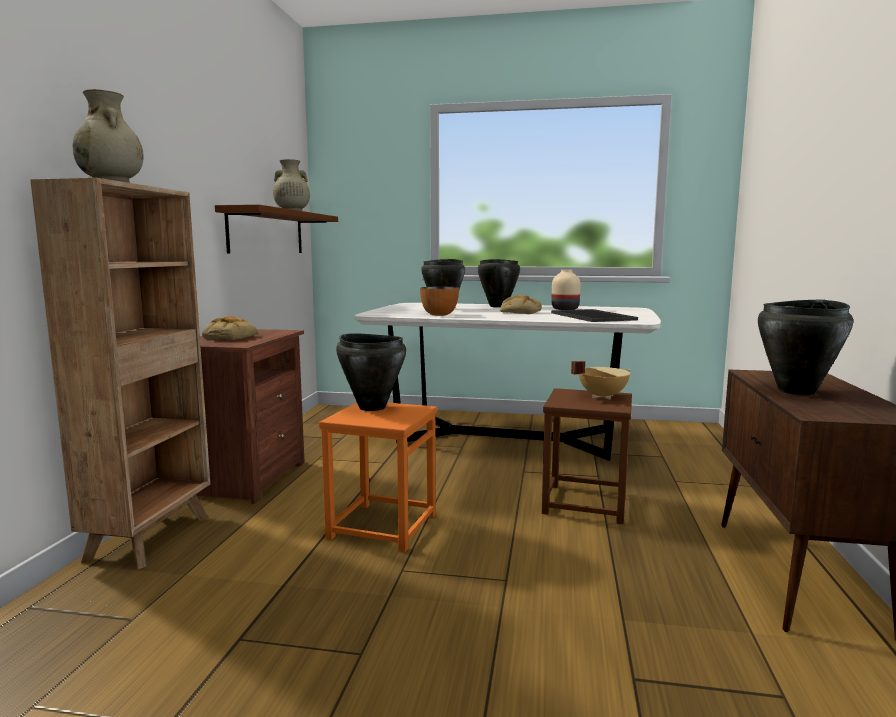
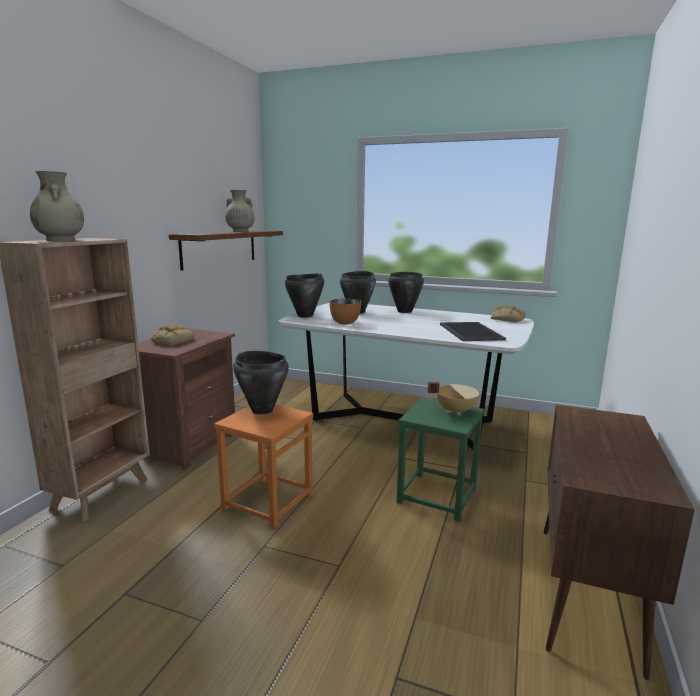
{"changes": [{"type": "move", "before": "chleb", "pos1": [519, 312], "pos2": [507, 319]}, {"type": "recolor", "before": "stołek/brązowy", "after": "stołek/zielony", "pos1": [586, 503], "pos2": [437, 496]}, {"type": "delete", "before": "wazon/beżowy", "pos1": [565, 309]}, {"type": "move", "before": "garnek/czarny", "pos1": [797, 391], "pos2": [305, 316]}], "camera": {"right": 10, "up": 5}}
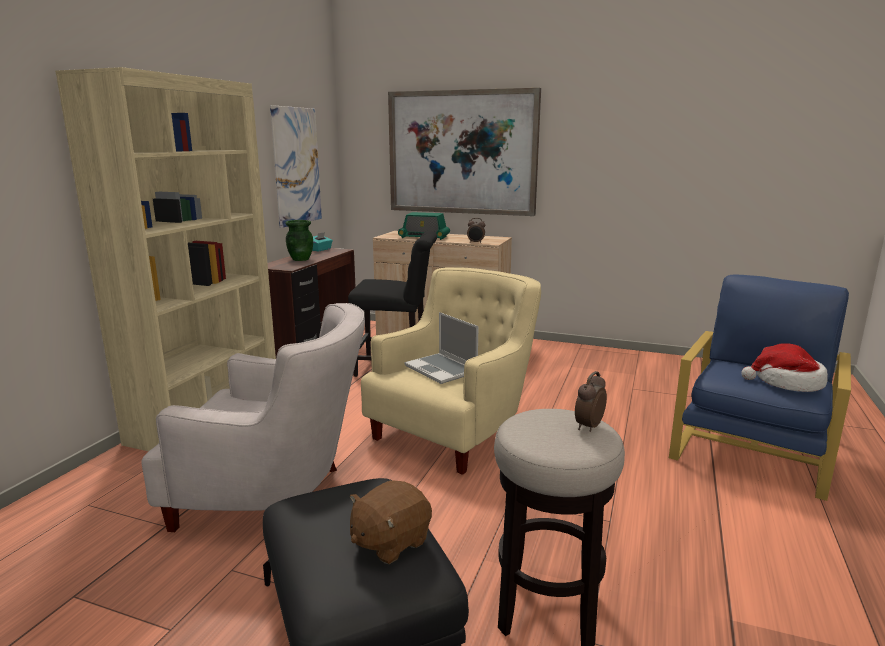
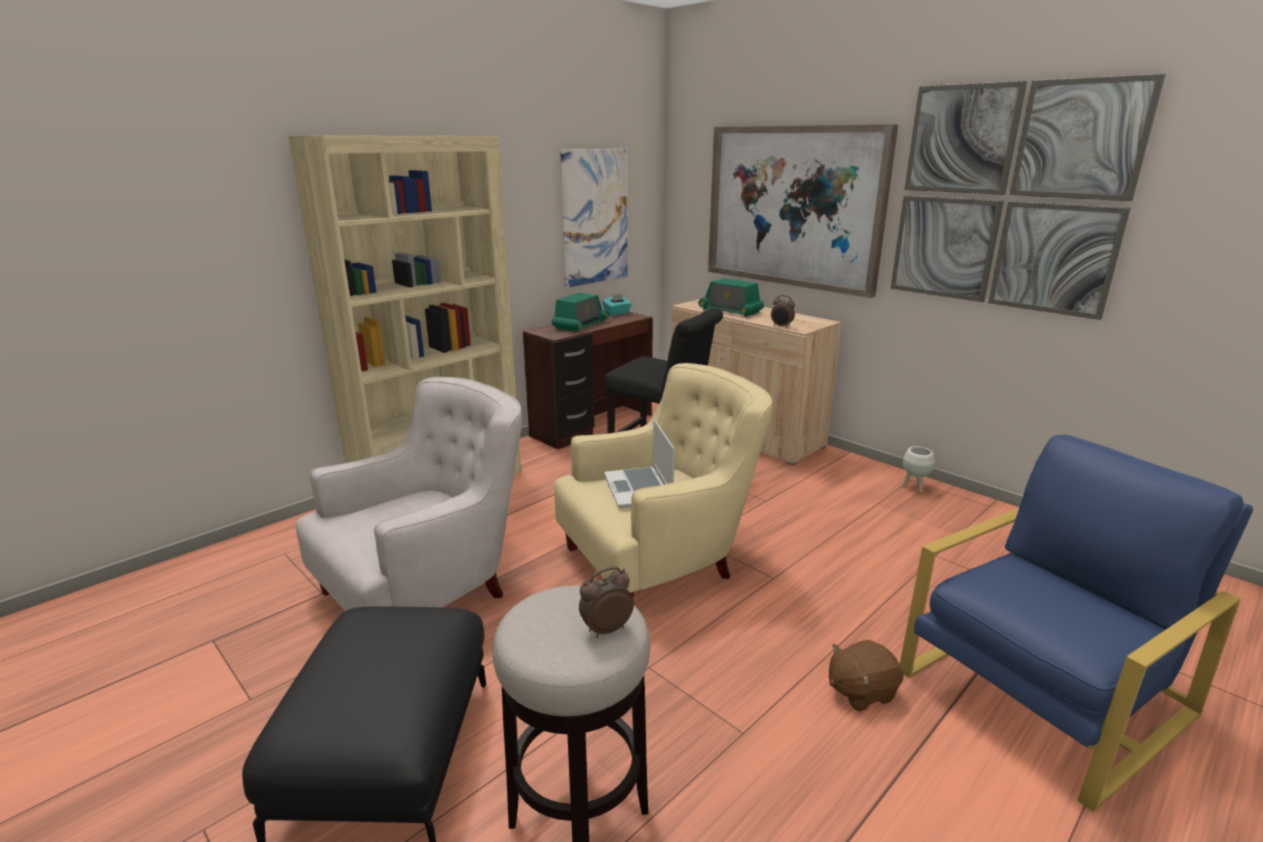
{"changes": [{"type": "rotate", "before": "fotel/biały", "pos1": [274, 496], "pos2": [428, 589], "turn": -75}, {"type": "replace", "before": "wazon/zielony", "after": "radio", "pos1": [300, 259], "pos2": [580, 325]}, {"type": "move", "before": "pluszak/brązowy", "pos1": [390, 542], "pos2": [860, 691]}, {"type": "delete", "before": "kapelusz", "pos1": [786, 382]}, {"type": "insert", "after": "obraz", "pos2": [1007, 197]}, {"type": "insert", "after": "donica/biały", "pos2": [914, 487]}], "camera": {"right": 25, "up": 5}}
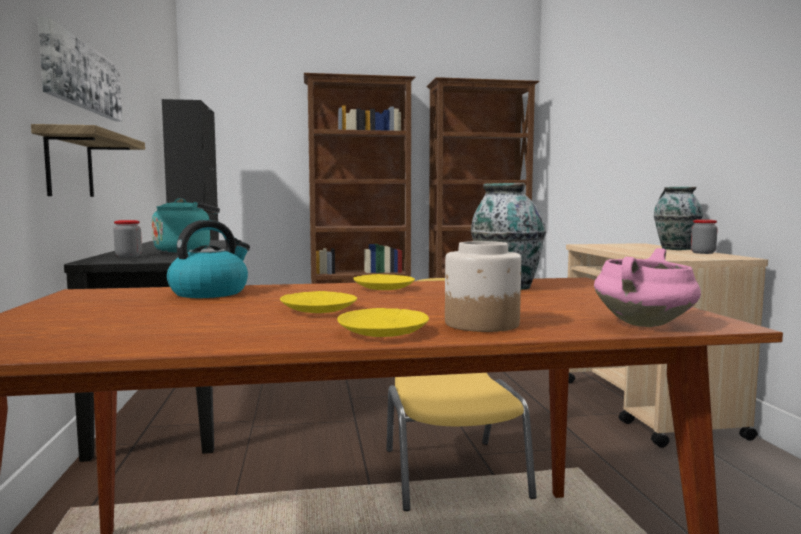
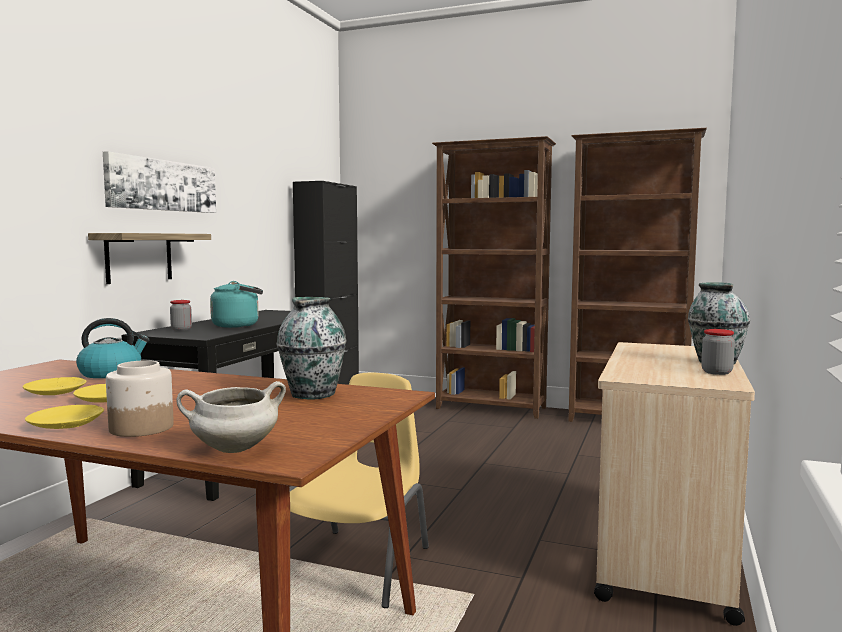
{"changes": [{"type": "move", "before": "talerz/żółty", "pos1": [383, 288], "pos2": [56, 392]}, {"type": "recolor", "before": "garnek/różowy", "after": "garnek/biały", "pos1": [644, 324], "pos2": [233, 449]}], "camera": {"right": 30, "up": 0}}
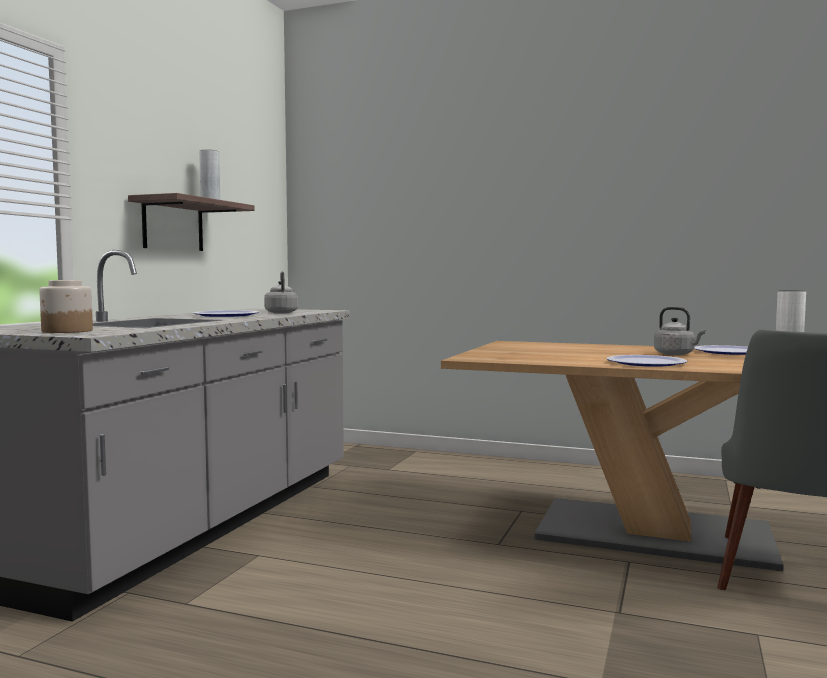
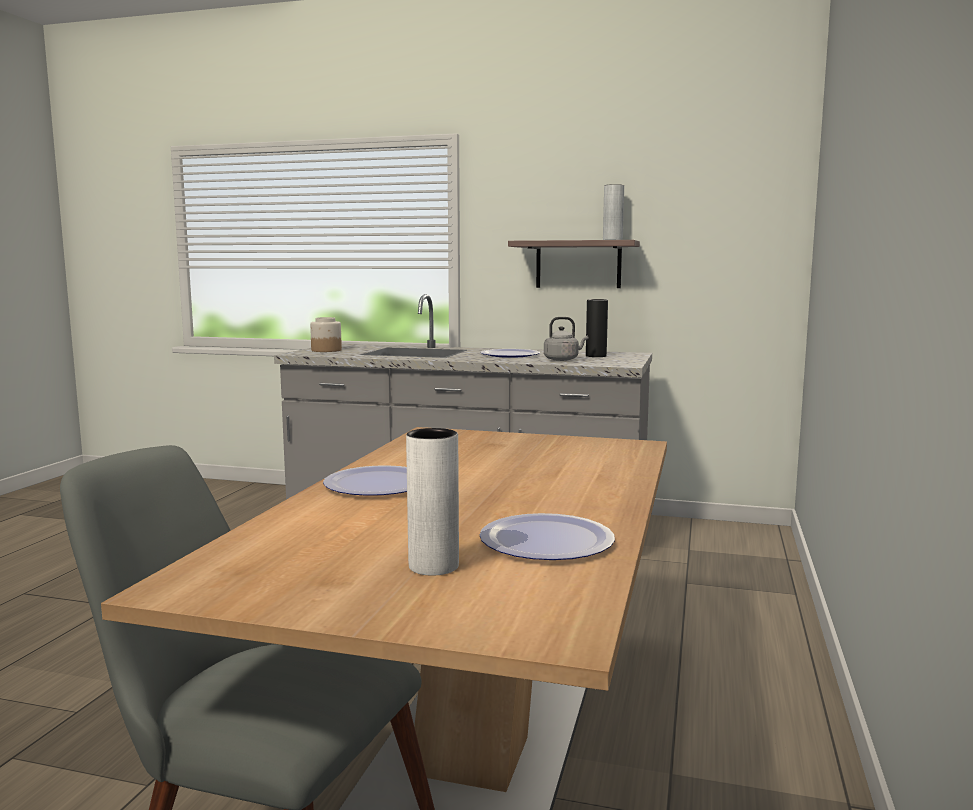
{"changes": [{"type": "delete", "before": "czajnik/szary", "pos1": [676, 354]}, {"type": "insert", "after": "wazon/czarny", "pos2": [596, 356]}], "camera": {"right": 85, "up": 5}}
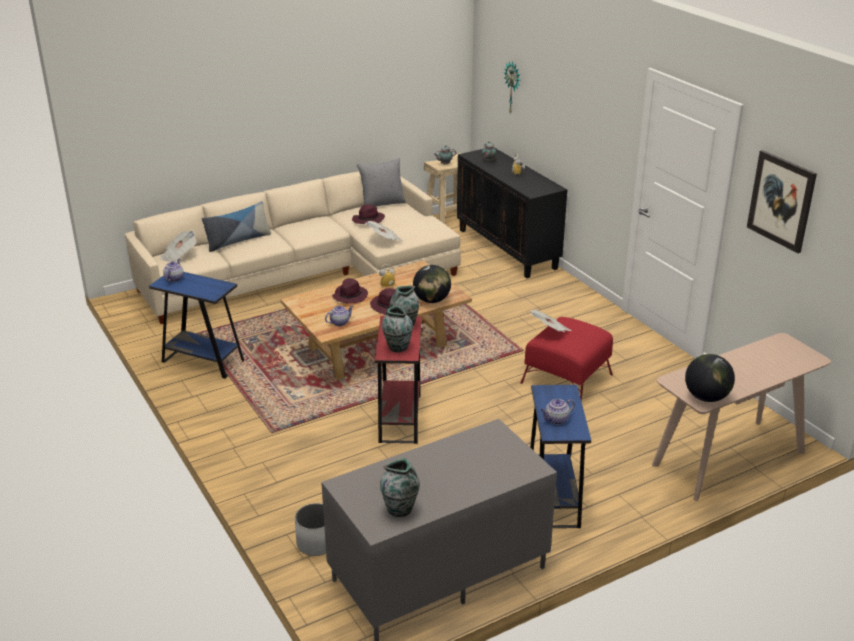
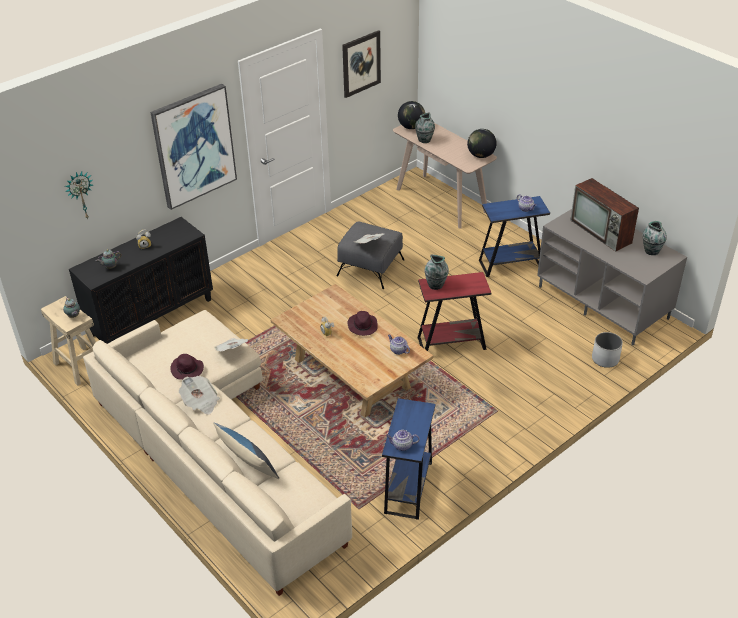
{"changes": [{"type": "move", "before": "gazeta", "pos1": [179, 256], "pos2": [200, 402]}, {"type": "delete", "before": "kapelusz/fioletowy", "pos1": [350, 296]}, {"type": "delete", "before": "poduszka/szary", "pos1": [382, 204]}, {"type": "move", "before": "wazon", "pos1": [397, 347], "pos2": [424, 140]}, {"type": "move", "before": "globus", "pos1": [431, 300], "pos2": [411, 127]}, {"type": "recolor", "before": "pufa/czerwony", "after": "pufa/szary", "pos1": [566, 379], "pos2": [371, 268]}, {"type": "insert", "after": "obraz", "pos2": [194, 146]}, {"type": "insert", "after": "telewizor", "pos2": [602, 232]}], "camera": {"right": -100, "up": 10}}
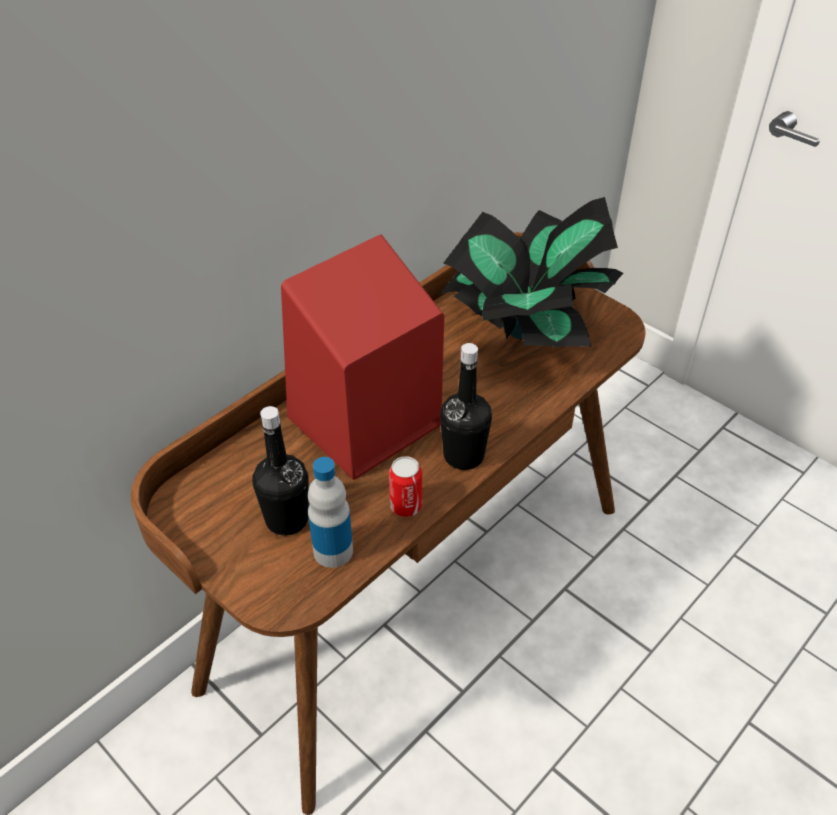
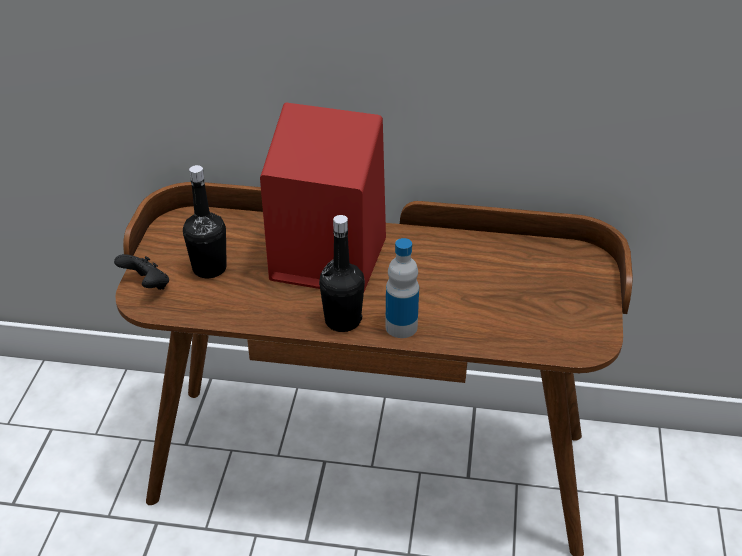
{"changes": [{"type": "move", "before": "butelka", "pos1": [333, 551], "pos2": [401, 327]}, {"type": "delete", "before": "puszka", "pos1": [406, 506]}, {"type": "delete", "before": "roślina doniczkowa", "pos1": [523, 330]}, {"type": "insert", "after": "pad do gier/czarny", "pos2": [147, 285]}], "camera": {"right": 55, "up": -5}}
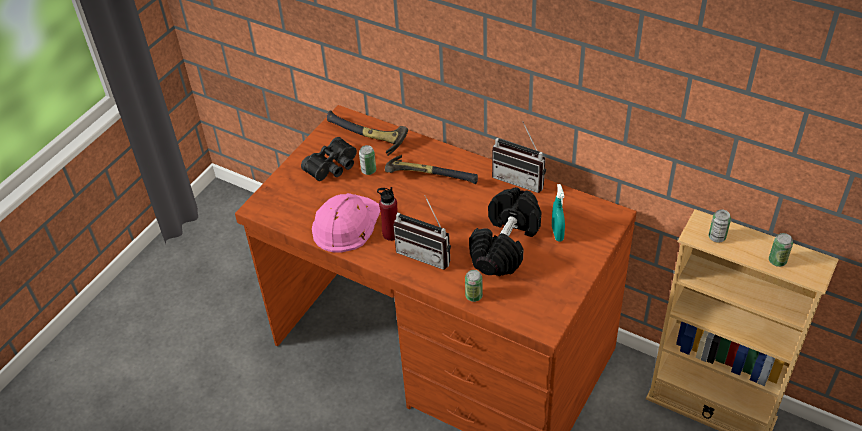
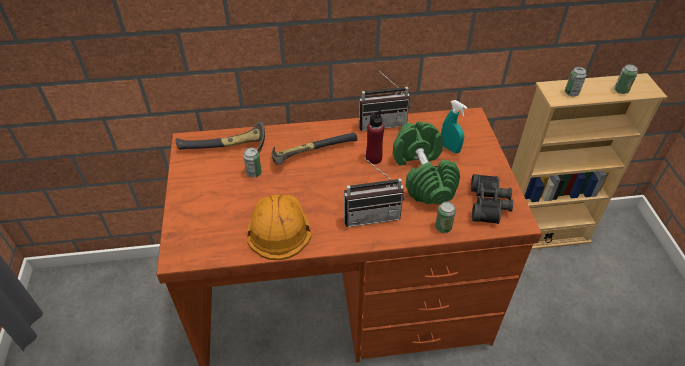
{"changes": [{"type": "move", "before": "lornetka/czarny", "pos1": [333, 167], "pos2": [490, 204]}, {"type": "recolor", "before": "kask/różowy", "after": "kask/pomarańczowy", "pos1": [346, 224], "pos2": [278, 227]}, {"type": "move", "before": "butelka/czerwony", "pos1": [391, 234], "pos2": [373, 158]}, {"type": "recolor", "before": "hantel/czarny", "after": "hantel/zielony", "pos1": [504, 244], "pos2": [422, 175]}], "camera": {"right": -40, "up": 0}}
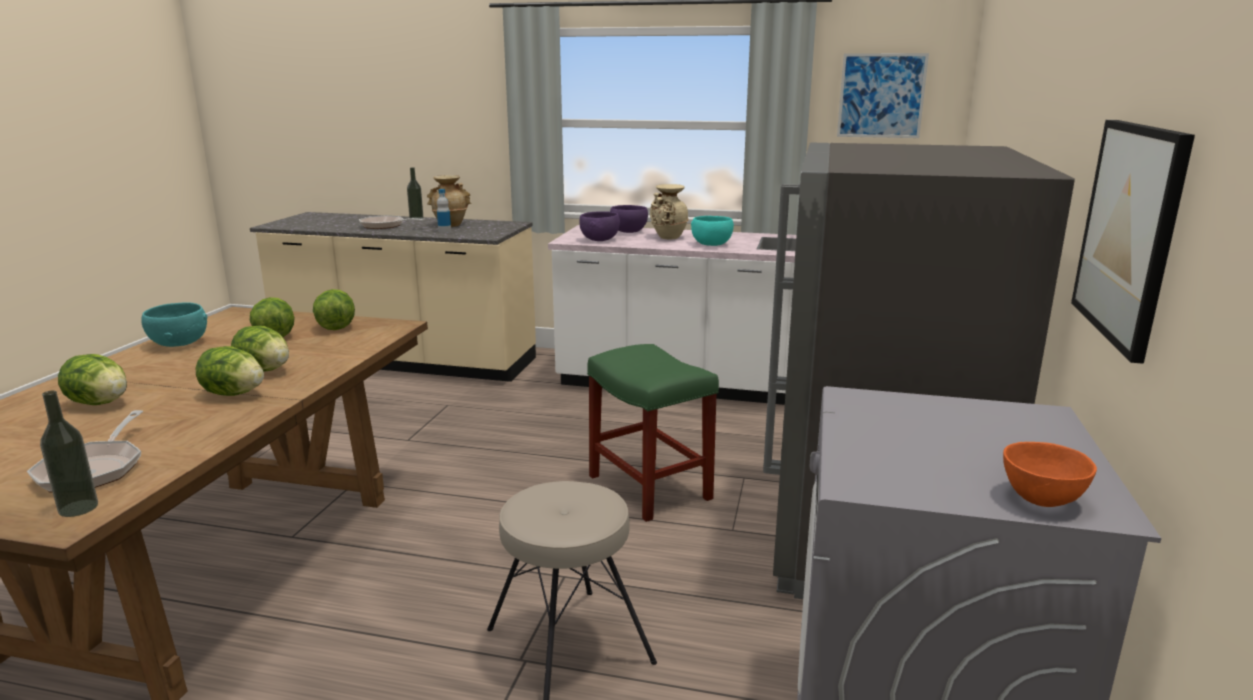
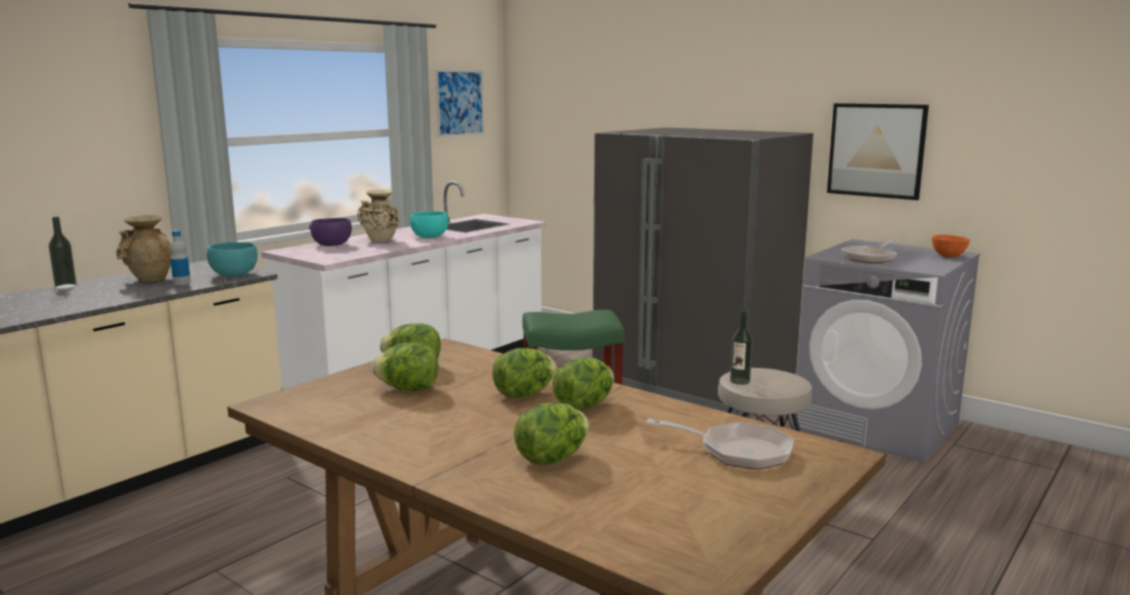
{"changes": [{"type": "move", "before": "butelka", "pos1": [78, 508], "pos2": [740, 381]}, {"type": "move", "before": "miska/turkusowy", "pos1": [179, 343], "pos2": [234, 275]}, {"type": "move", "before": "patelnia", "pos1": [385, 226], "pos2": [870, 258]}, {"type": "delete", "before": "miska/fioletowy", "pos1": [600, 240]}], "camera": {"right": -65, "up": -5}}
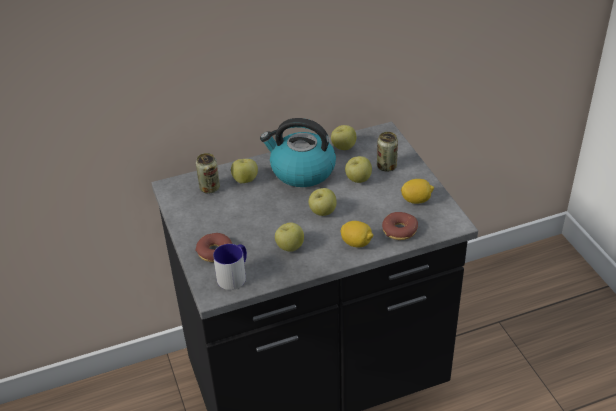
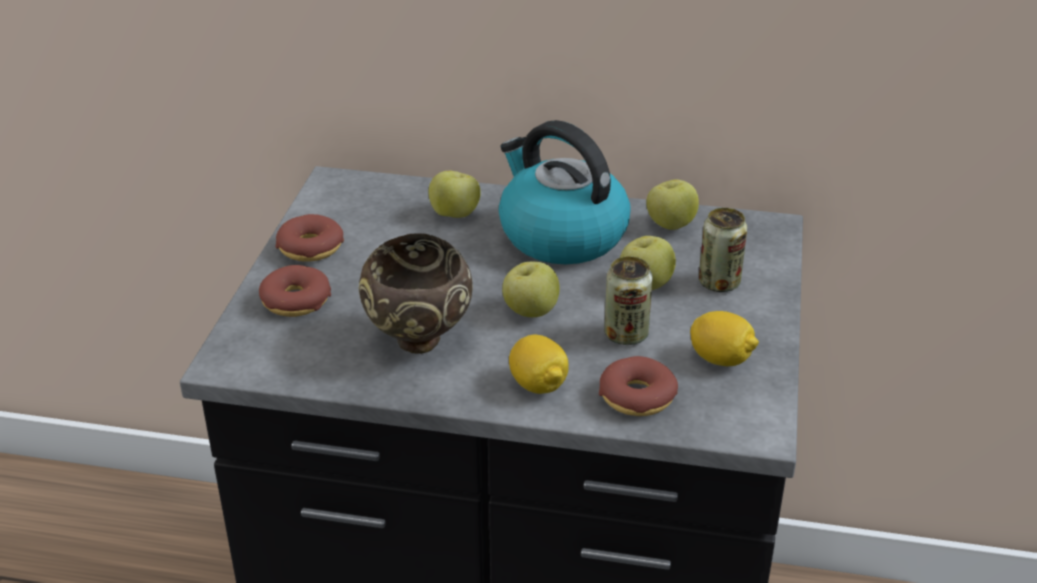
{"changes": [{"type": "move", "before": "puszka", "pos1": [209, 188], "pos2": [626, 334]}, {"type": "delete", "before": "kubek", "pos1": [234, 275]}, {"type": "replace", "before": "jabłko", "after": "miska/brązowy", "pos1": [290, 247], "pos2": [419, 343]}, {"type": "insert", "after": "donut", "pos2": [310, 248]}], "camera": {"right": 30, "up": -5}}
